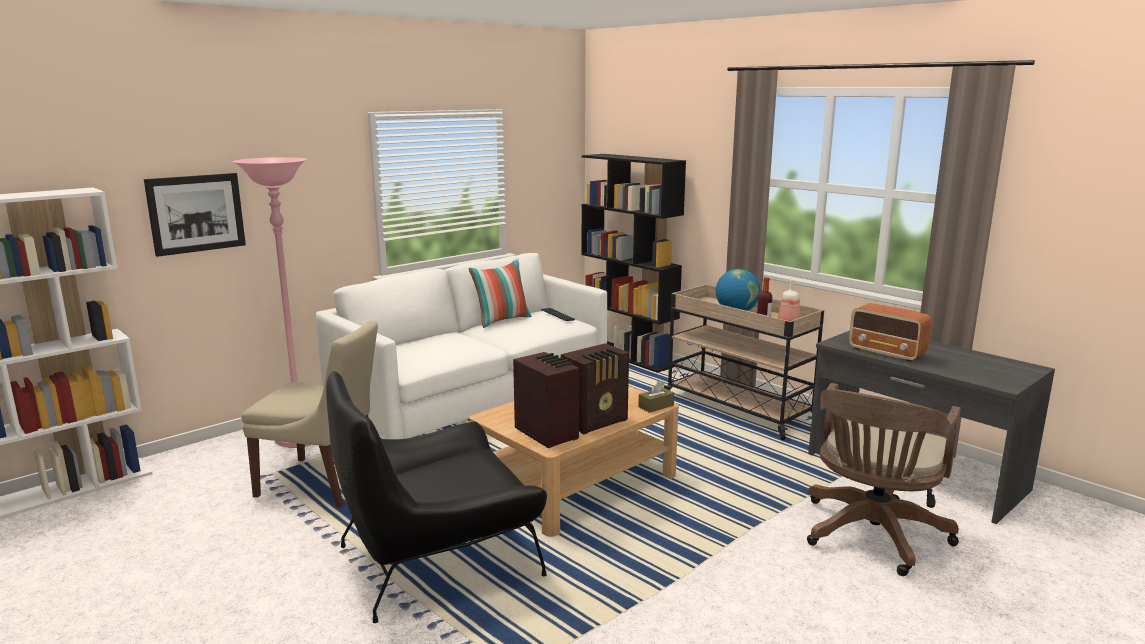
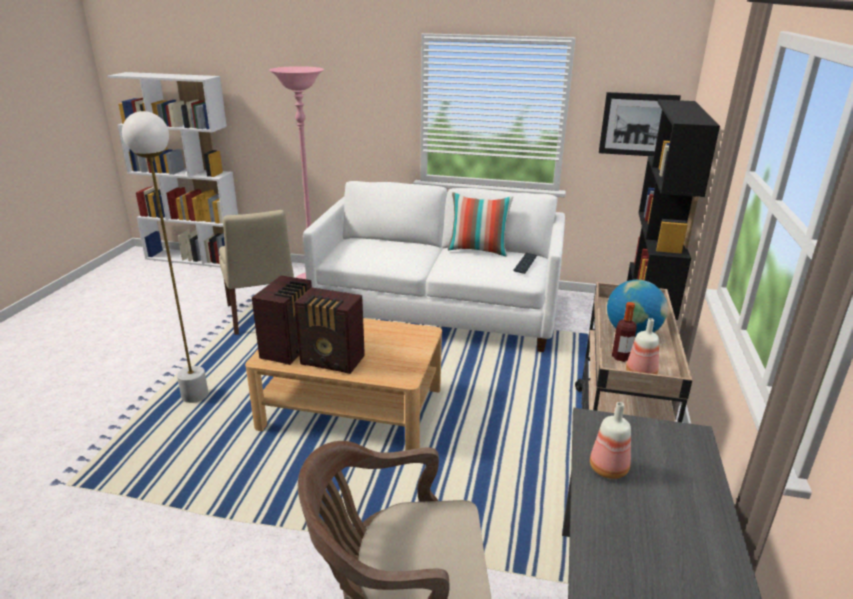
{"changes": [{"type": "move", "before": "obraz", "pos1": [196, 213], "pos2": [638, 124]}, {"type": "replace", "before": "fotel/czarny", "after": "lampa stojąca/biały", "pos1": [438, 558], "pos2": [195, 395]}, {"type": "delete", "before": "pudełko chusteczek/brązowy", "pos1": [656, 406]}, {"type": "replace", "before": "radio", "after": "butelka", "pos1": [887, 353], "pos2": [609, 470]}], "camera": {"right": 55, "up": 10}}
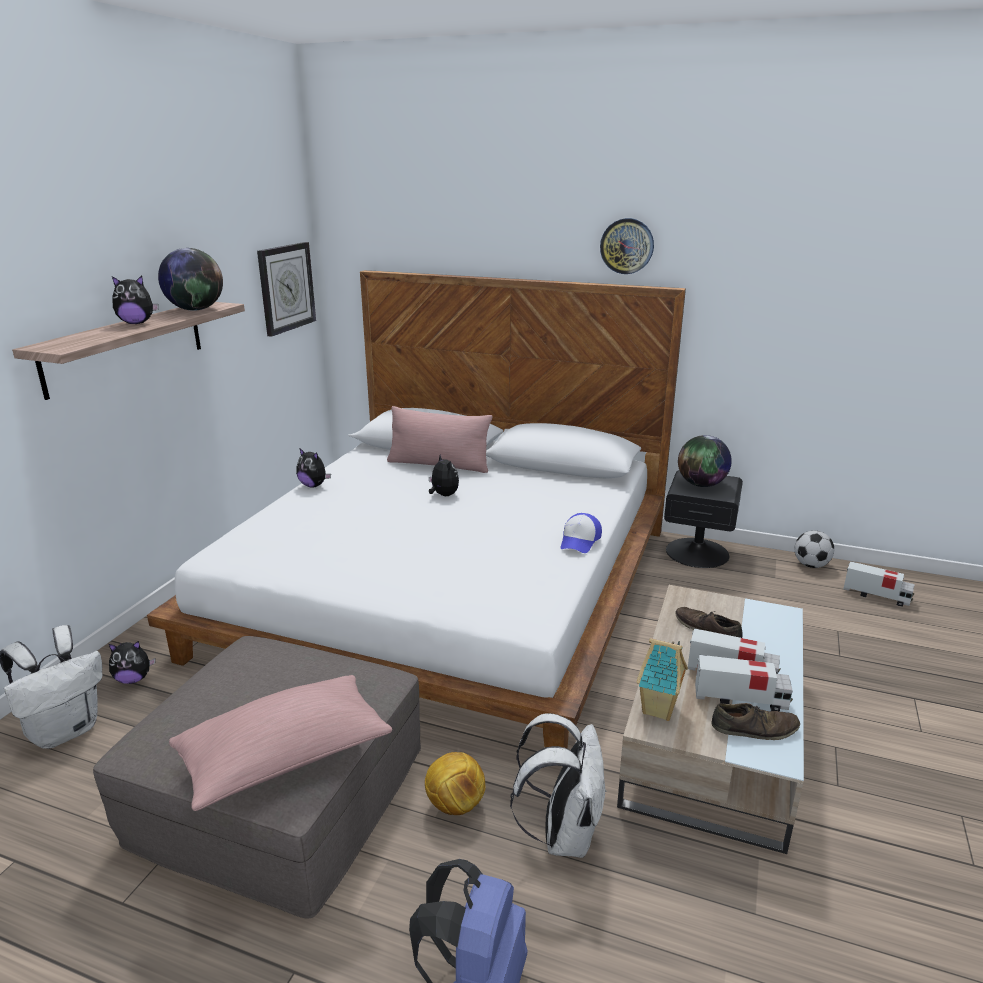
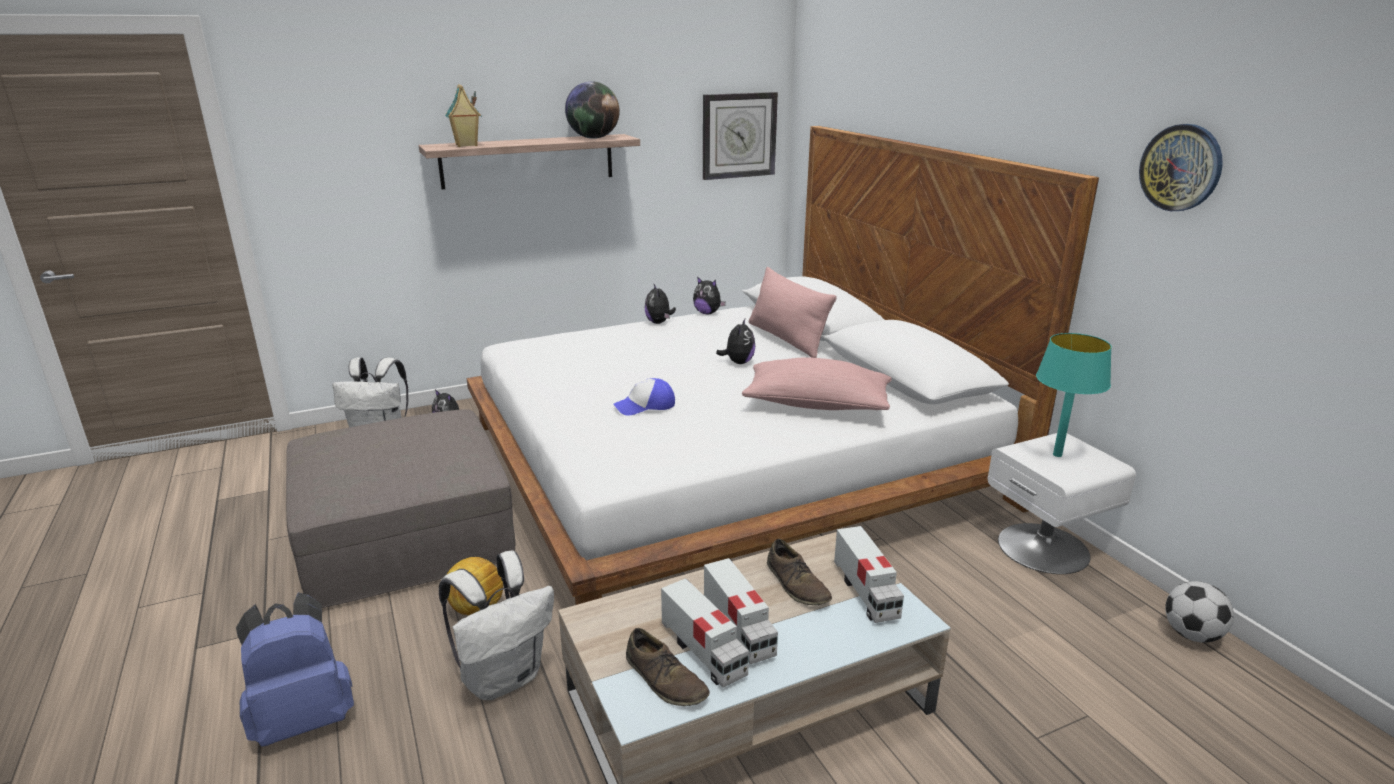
{"changes": [{"type": "move", "before": "pluszak", "pos1": [137, 323], "pos2": [707, 313]}, {"type": "move", "before": "poduszka/różowy", "pos1": [285, 758], "pos2": [816, 405]}, {"type": "move", "before": "czapka z daszkiem", "pos1": [580, 541], "pos2": [645, 406]}, {"type": "move", "before": "zegar ścienny", "pos1": [627, 246], "pos2": [1181, 168]}, {"type": "move", "before": "domek", "pos1": [659, 710], "pos2": [466, 145]}, {"type": "recolor", "before": "szafka nocna/czarny", "after": "szafka nocna/biały", "pos1": [697, 552], "pos2": [1044, 547]}, {"type": "rotate", "before": "but/brązowy", "pos1": [707, 630], "pos2": [797, 584], "turn": 150}, {"type": "replace", "before": "globus", "after": "lampa stołowa/turkusowy", "pos1": [701, 485], "pos2": [1057, 455]}, {"type": "move", "before": "ciężarówka zabawkowa", "pos1": [876, 596], "pos2": [866, 593]}], "camera": {"right": 45, "up": 0}}
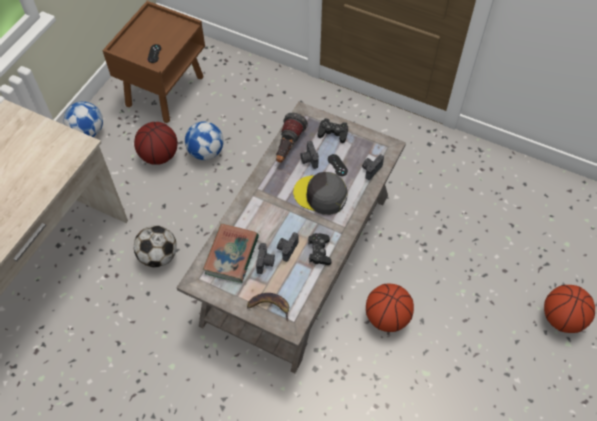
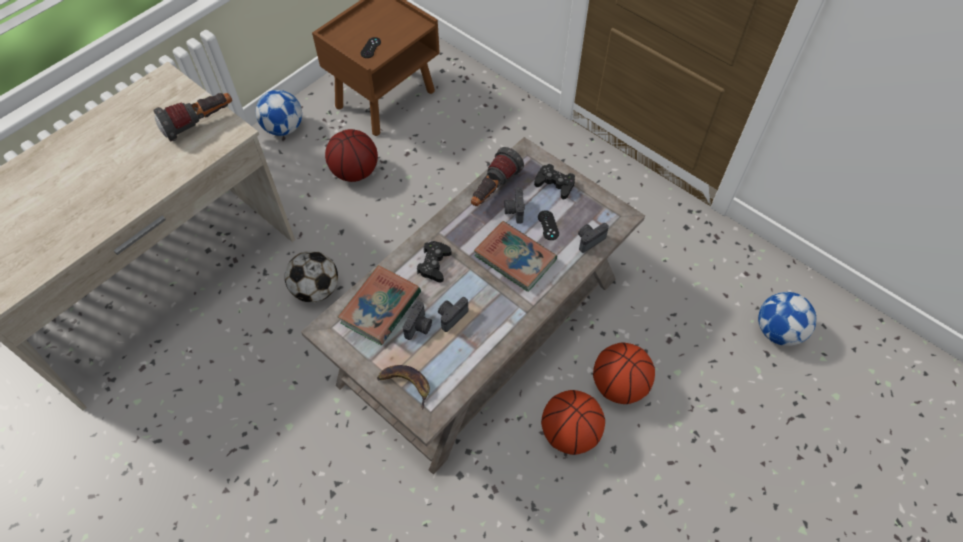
{"changes": [{"type": "move", "before": "piłka futbolowa", "pos1": [206, 152], "pos2": [777, 331]}, {"type": "replace", "before": "czapka z daszkiem/szary", "after": "książka", "pos1": [320, 195], "pos2": [515, 258]}, {"type": "move", "before": "pad do gier/czarny", "pos1": [319, 251], "pos2": [434, 264]}, {"type": "move", "before": "piłka do koszykówki", "pos1": [561, 318], "pos2": [618, 385]}, {"type": "insert", "after": "latarka", "pos2": [200, 124]}], "camera": {"right": 15, "up": 0}}
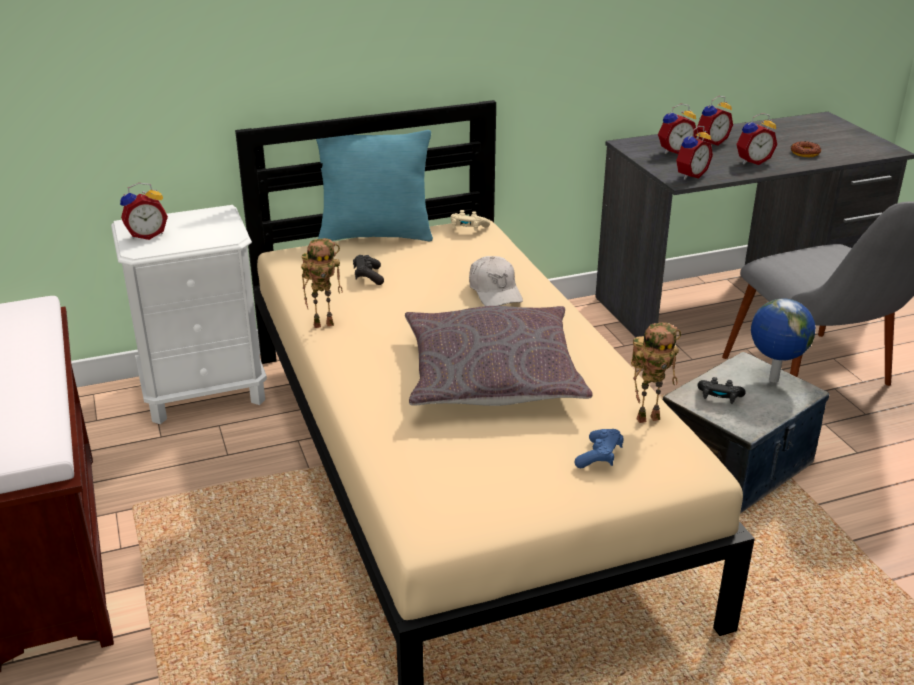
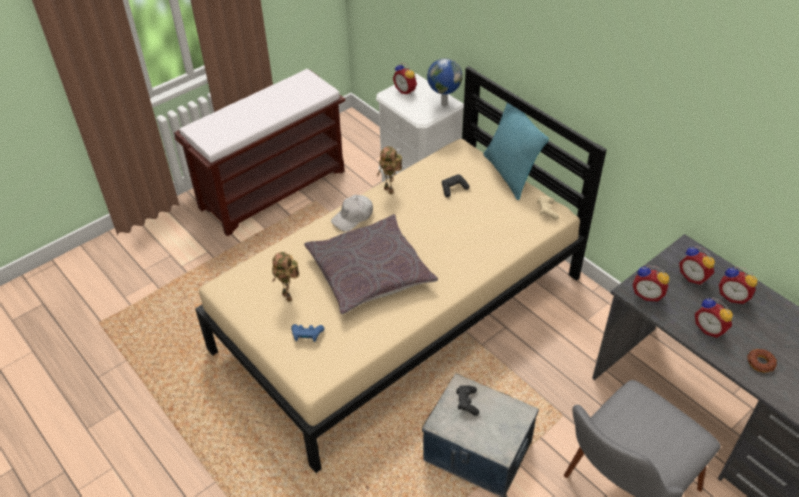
{"changes": [{"type": "move", "before": "czapka z daszkiem/biały", "pos1": [495, 291], "pos2": [353, 217]}, {"type": "move", "before": "robot zabawkowy", "pos1": [648, 417], "pos2": [289, 297]}, {"type": "move", "before": "globus", "pos1": [772, 380], "pos2": [443, 104]}], "camera": {"right": 70, "up": 15}}
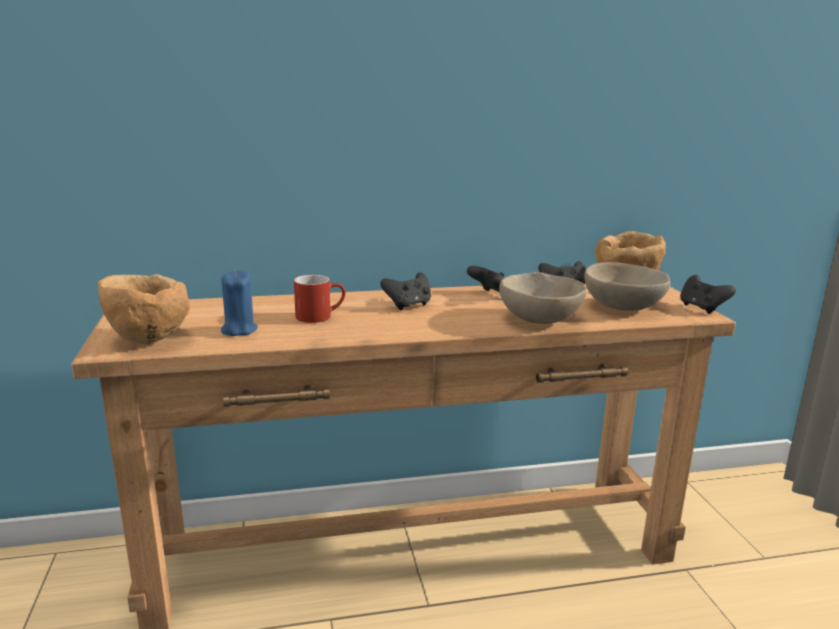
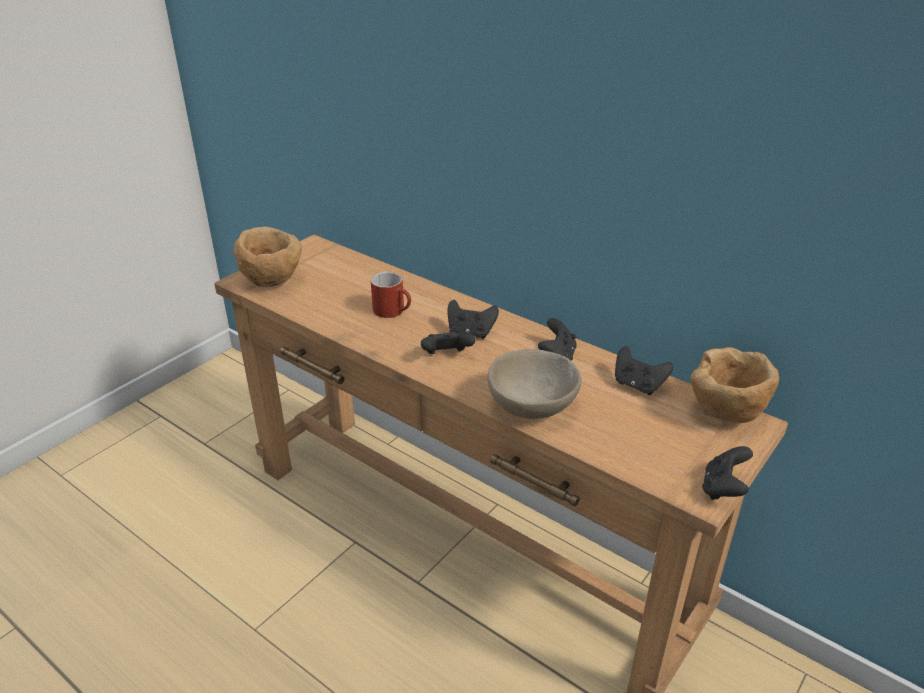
{"changes": [{"type": "delete", "before": "świeca/niebieski", "pos1": [239, 330]}, {"type": "delete", "before": "miska/beżowy", "pos1": [622, 308]}, {"type": "insert", "after": "pad do gier/czarny", "pos2": [446, 356]}], "camera": {"right": 50, "up": 15}}
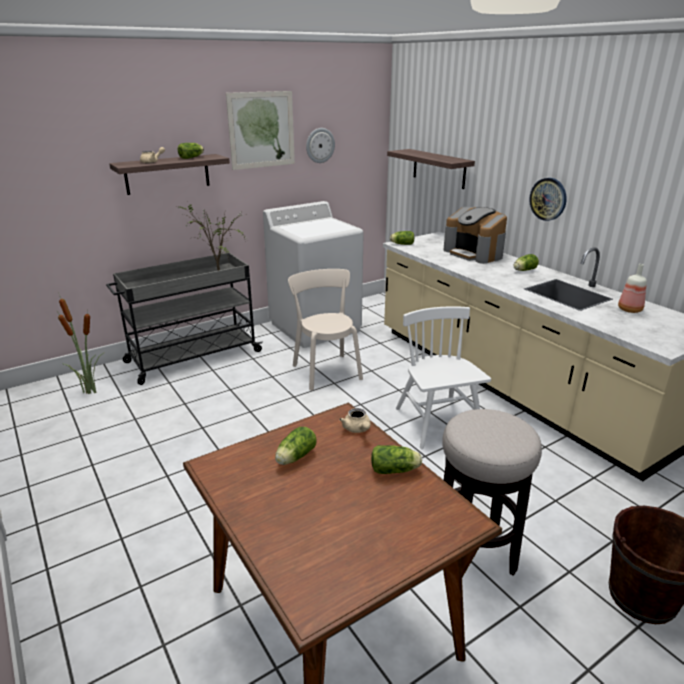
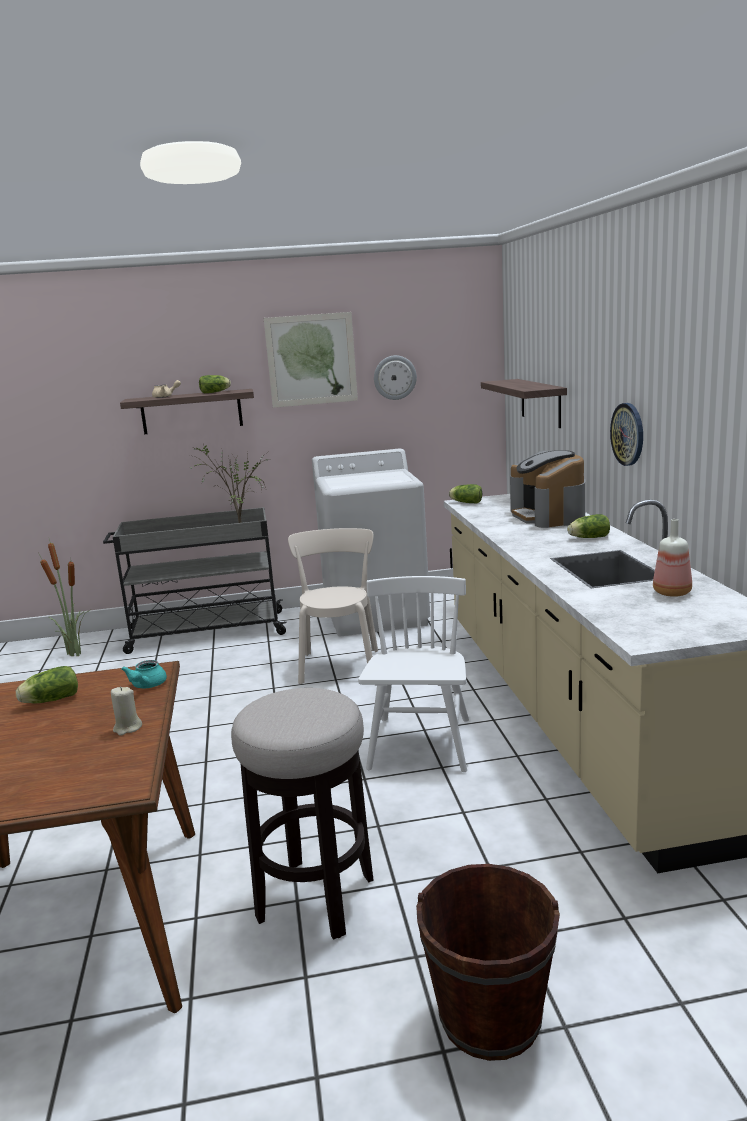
{"changes": [{"type": "recolor", "before": "imbryk/beżowy", "after": "imbryk/turkusowy", "pos1": [357, 429], "pos2": [146, 686]}, {"type": "replace", "before": "sałata", "after": "świeca/beżowy", "pos1": [396, 470], "pos2": [127, 728]}], "camera": {"right": 25, "up": -10}}
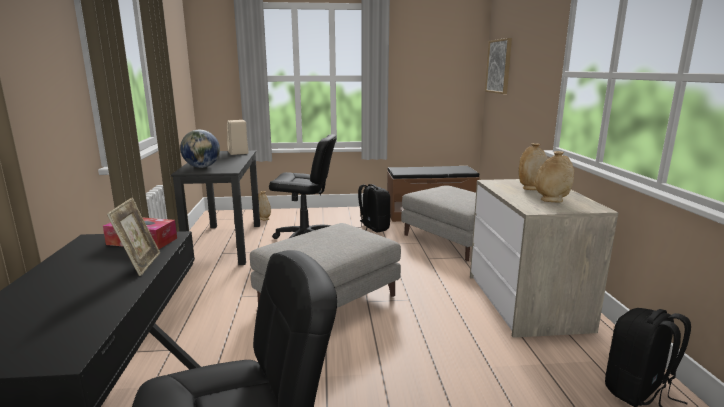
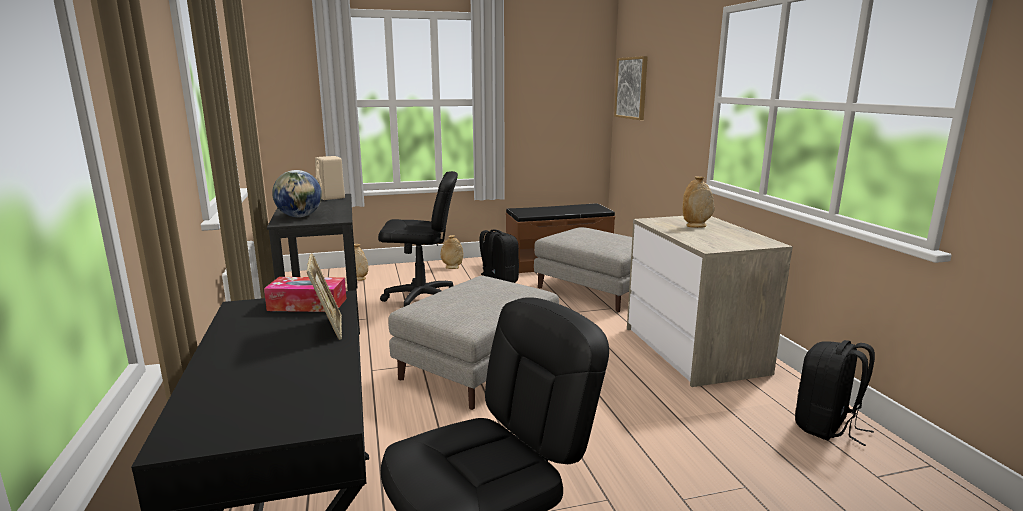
{"changes": [{"type": "move", "before": "wazon/beżowy", "pos1": [551, 200], "pos2": [452, 267]}], "camera": {"right": -10, "up": 0}}
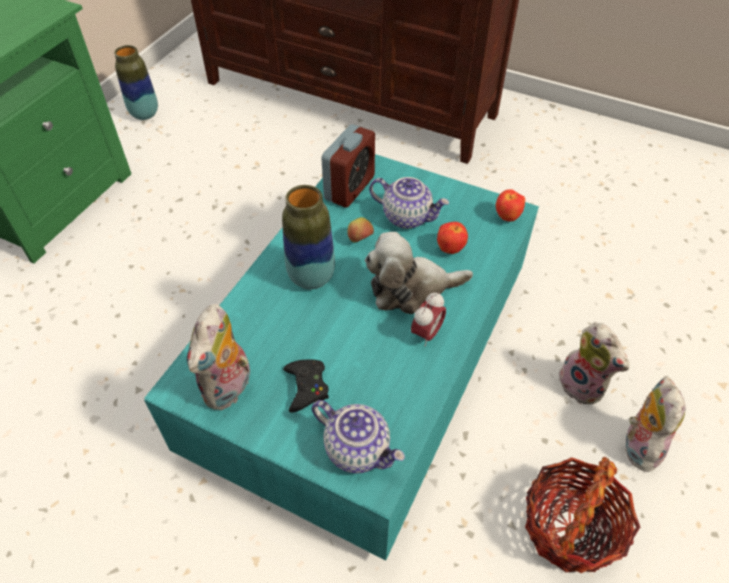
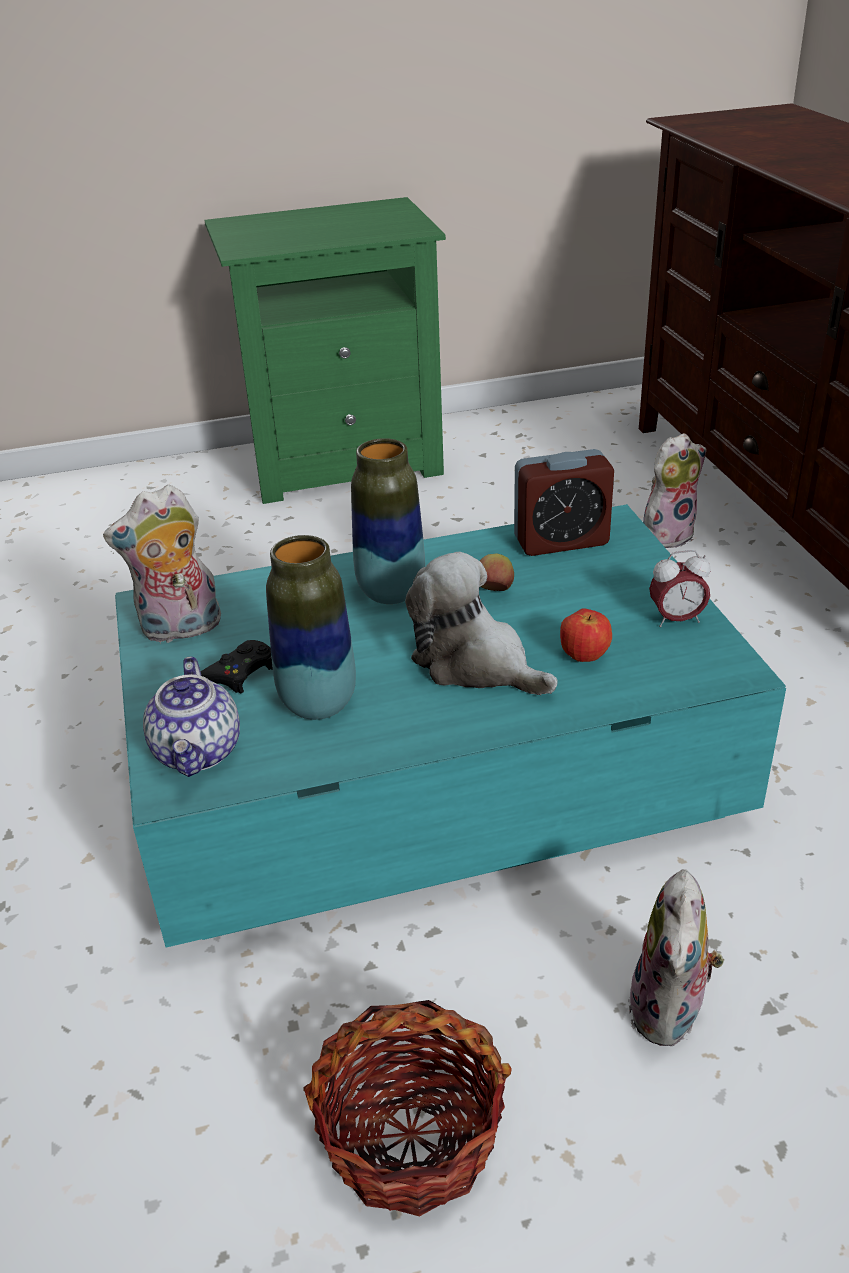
{"changes": [{"type": "move", "before": "wazon", "pos1": [145, 114], "pos2": [318, 704]}, {"type": "delete", "before": "imbryk", "pos1": [407, 216]}, {"type": "move", "before": "budzik", "pos1": [426, 334], "pos2": [676, 620]}, {"type": "delete", "before": "jabłko", "pos1": [507, 217]}, {"type": "move", "before": "pluszak", "pos1": [638, 445], "pos2": [667, 535]}], "camera": {"right": 50, "up": -15}}
